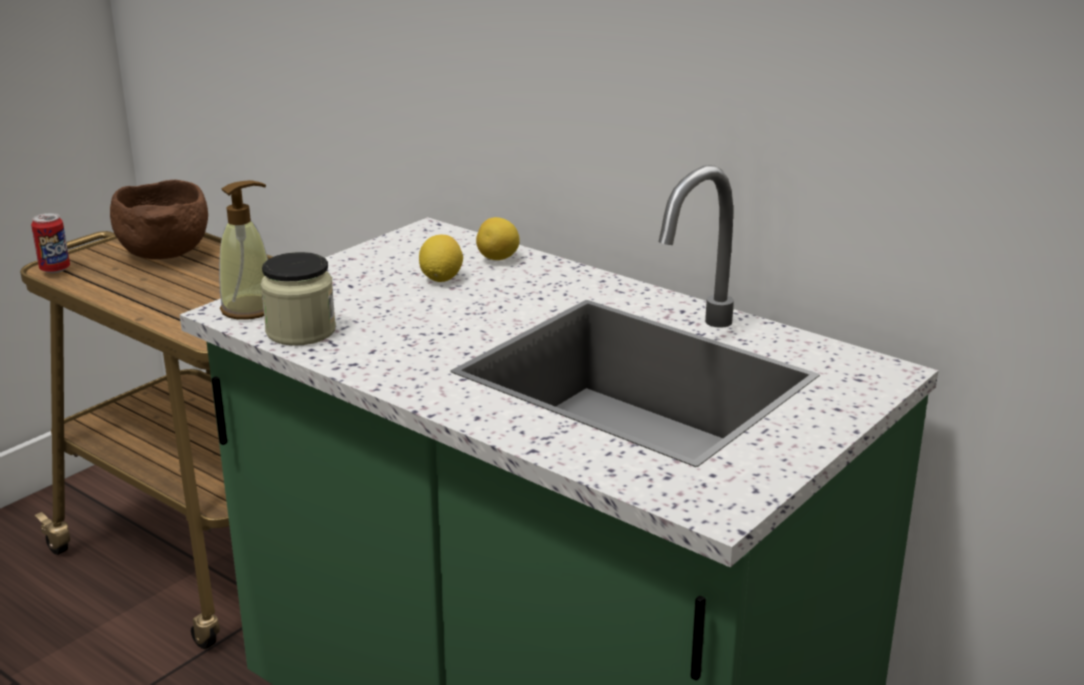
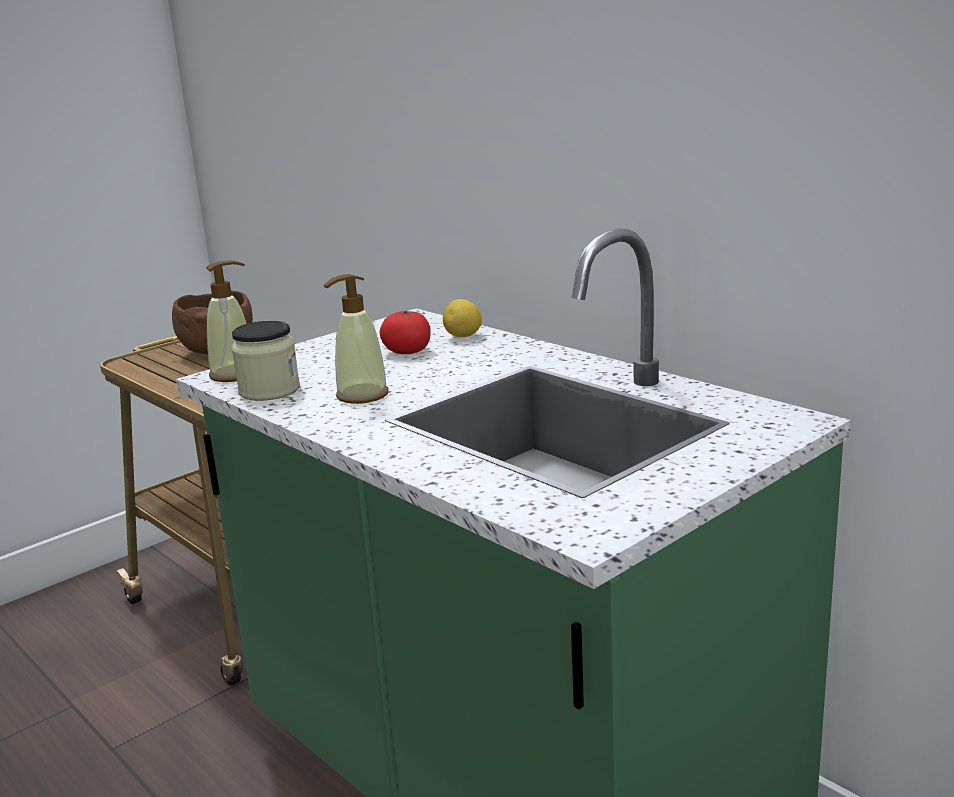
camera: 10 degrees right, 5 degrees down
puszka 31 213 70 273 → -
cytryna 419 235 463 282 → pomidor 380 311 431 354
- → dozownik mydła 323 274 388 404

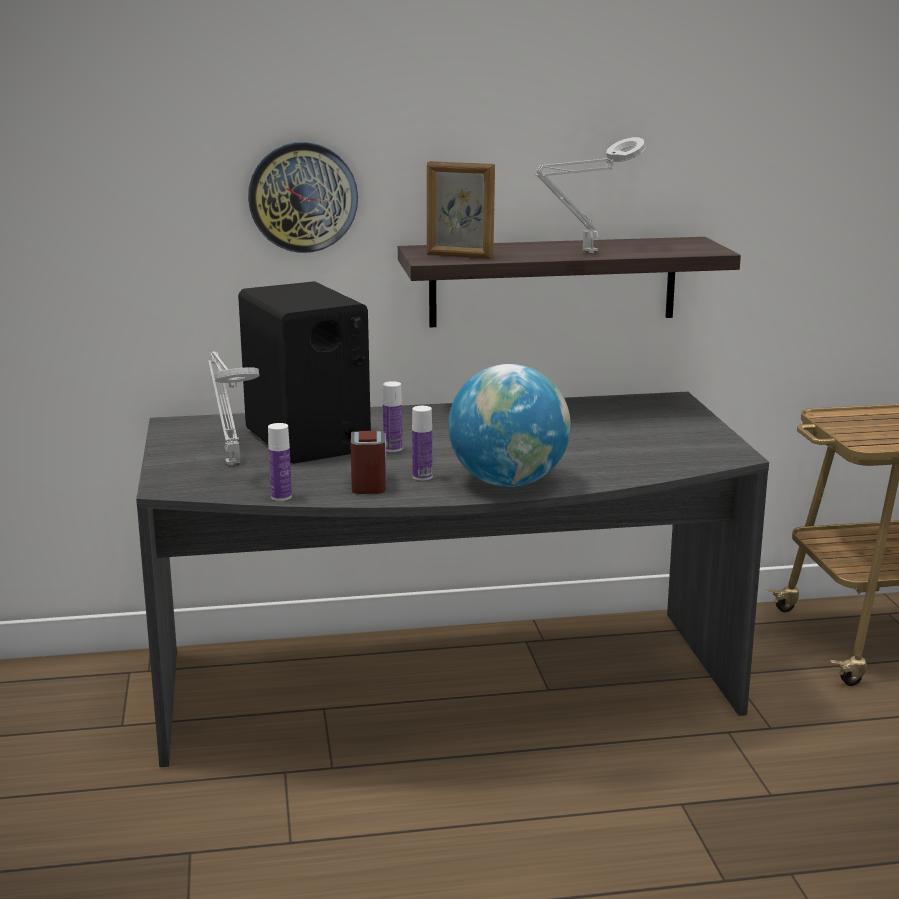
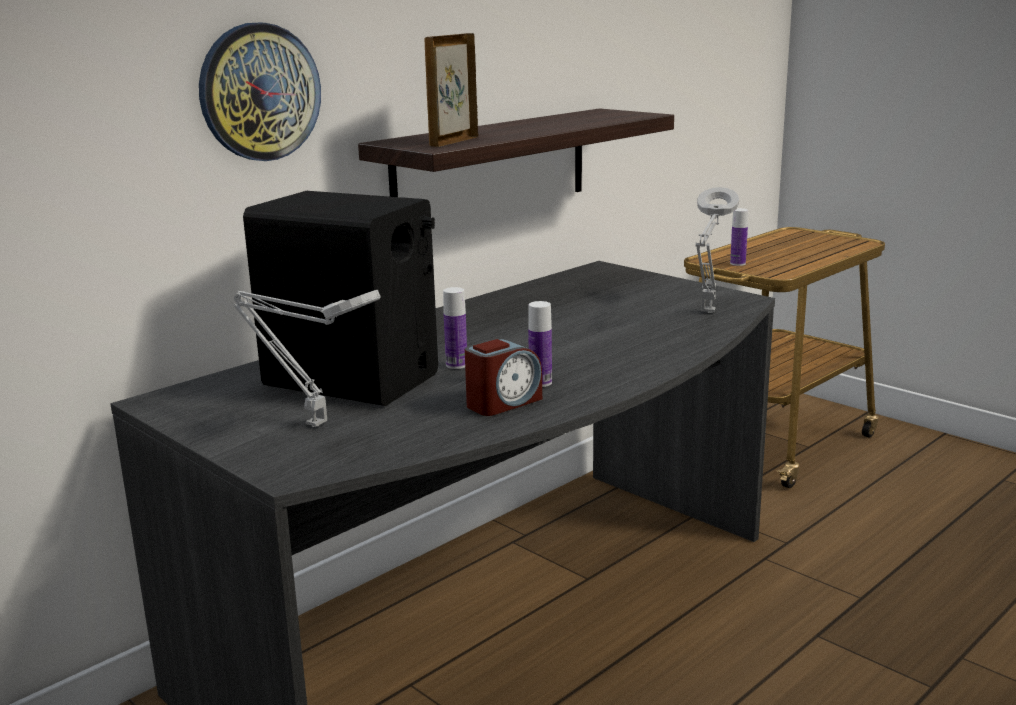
camera: 35 degrees left, 0 degrees up
butelka 268 423 292 501 → butelka 730 208 748 266, move
budzik 350 431 387 494 → budzik 465 339 542 416, 90 degrees clockwise
ramka na zdjęcie 427 161 495 258 → ramka na zdjęcie 425 33 478 147, 135 degrees clockwise
globus 448 364 571 487 → -
lampa stołowa (szary) 535 137 646 253 → lampa stołowa (szary) 695 187 739 313, move

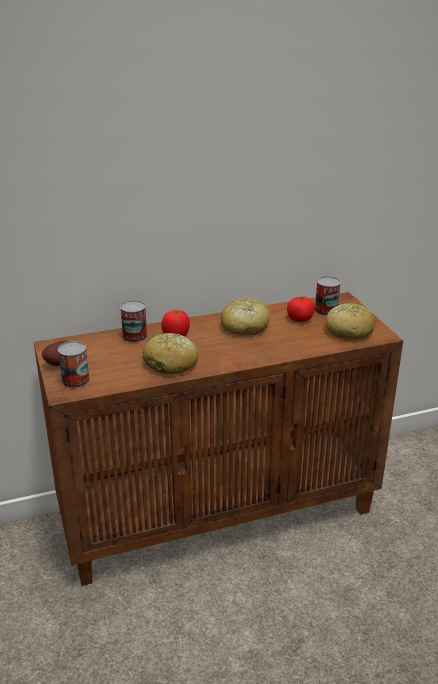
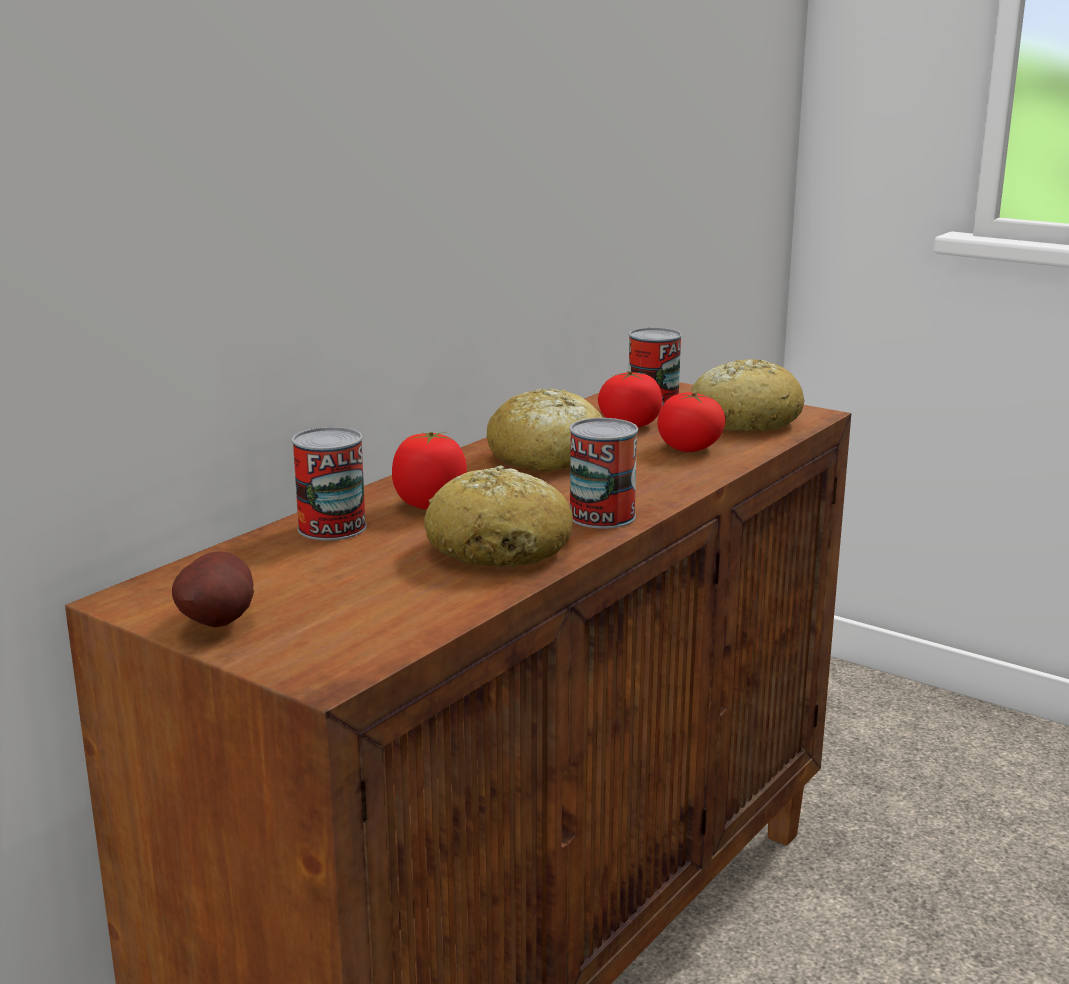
camera: 35 degrees left, 10 degrees down
puszka 58 341 90 389 → puszka 570 418 638 529, move
- → pomidor 657 392 726 452

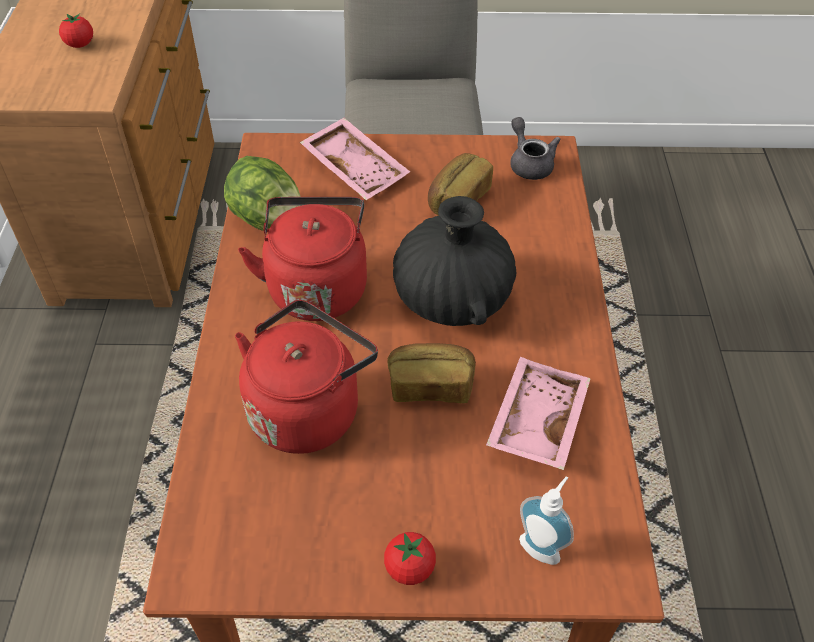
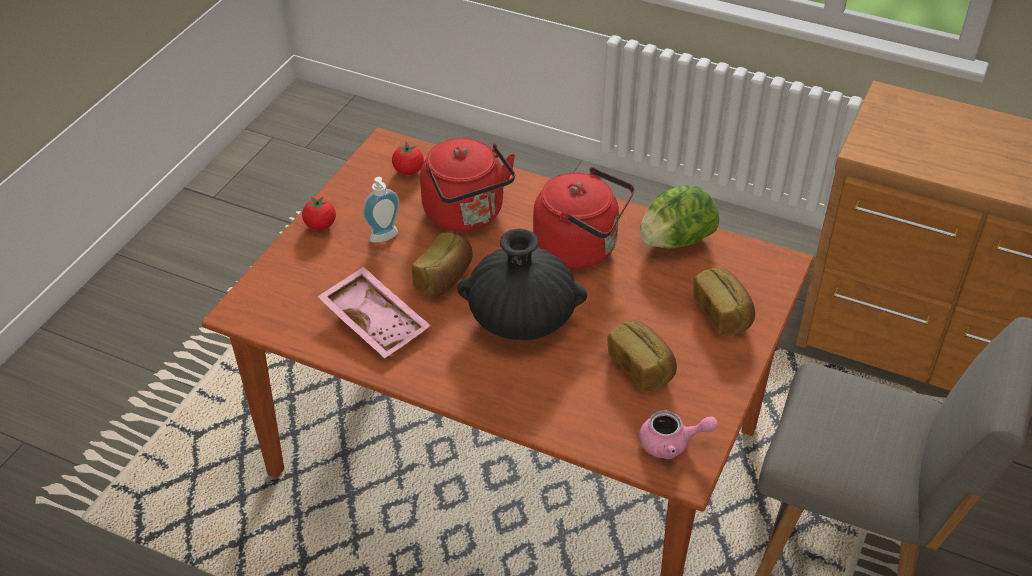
camera: 115 degrees right, 5 degrees down
pomidor 59 13 93 48 → pomidor 392 142 424 175, move
taca (różowy) 300 118 410 200 → chleb 693 268 755 336
imbryk (szary) 510 117 561 180 → imbryk (różowy) 639 411 718 459
dozownik mydła 519 476 574 565 → dozownik mydła 362 177 400 243, move

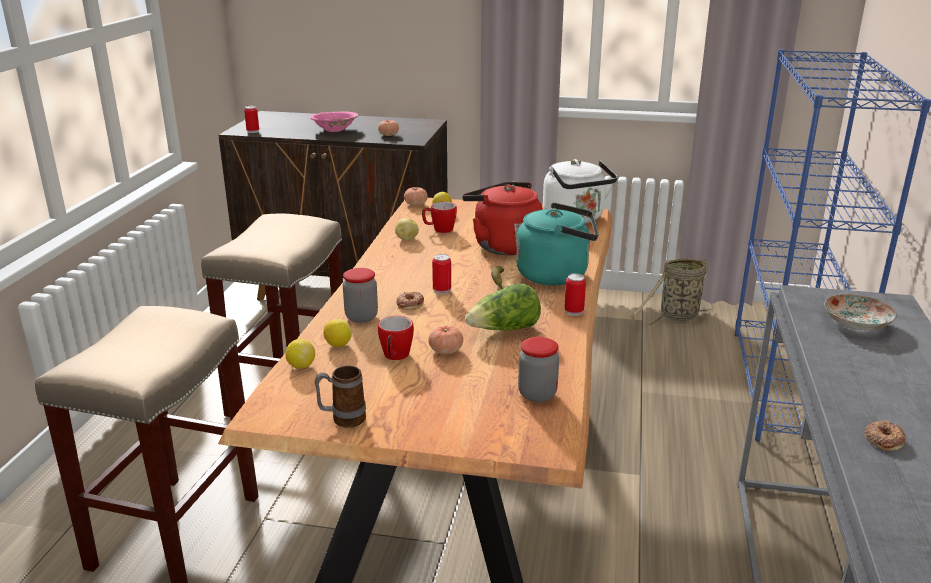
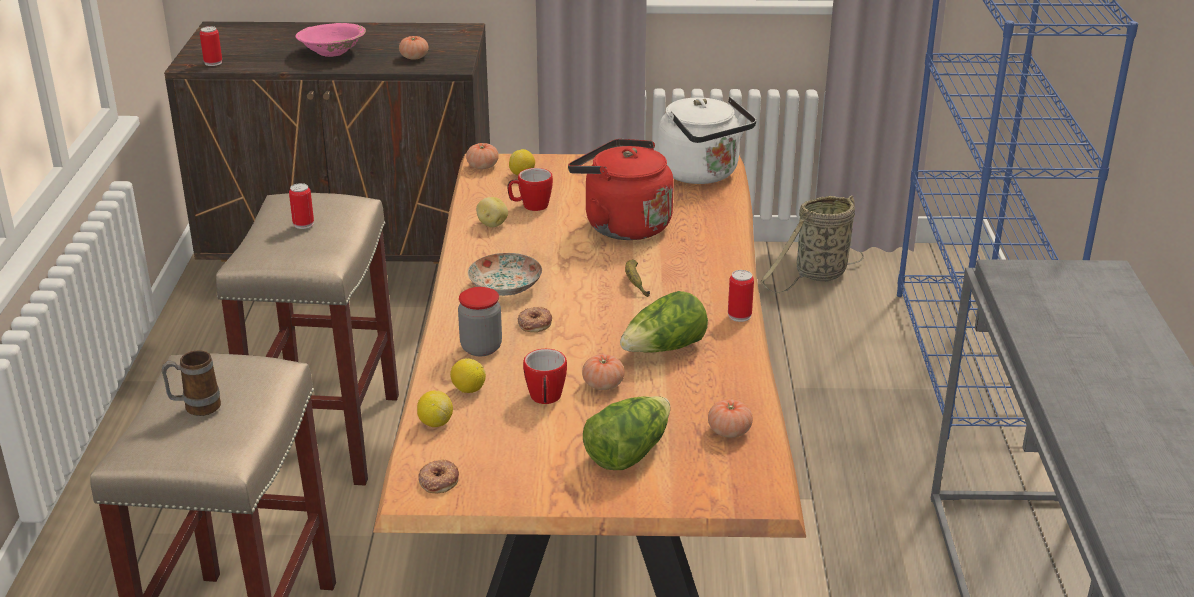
camera: 10 degrees left, 5 degrees up
kubek 315 366 366 428 → kubek 161 350 221 416, move
puszka 432 254 451 294 → puszka 289 183 314 229, move
czajnik (turkusowy) 516 203 599 285 → -
słoik 518 337 559 402 → pomidor 708 399 753 438
talerz 824 294 897 330 → talerz 468 253 542 296, move
donut 865 421 906 451 → donut 418 459 459 493, move
- → sałata 583 396 670 470

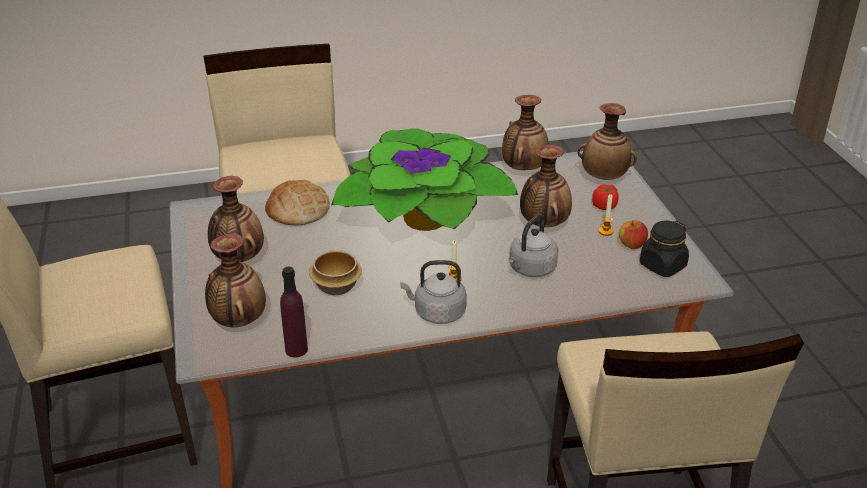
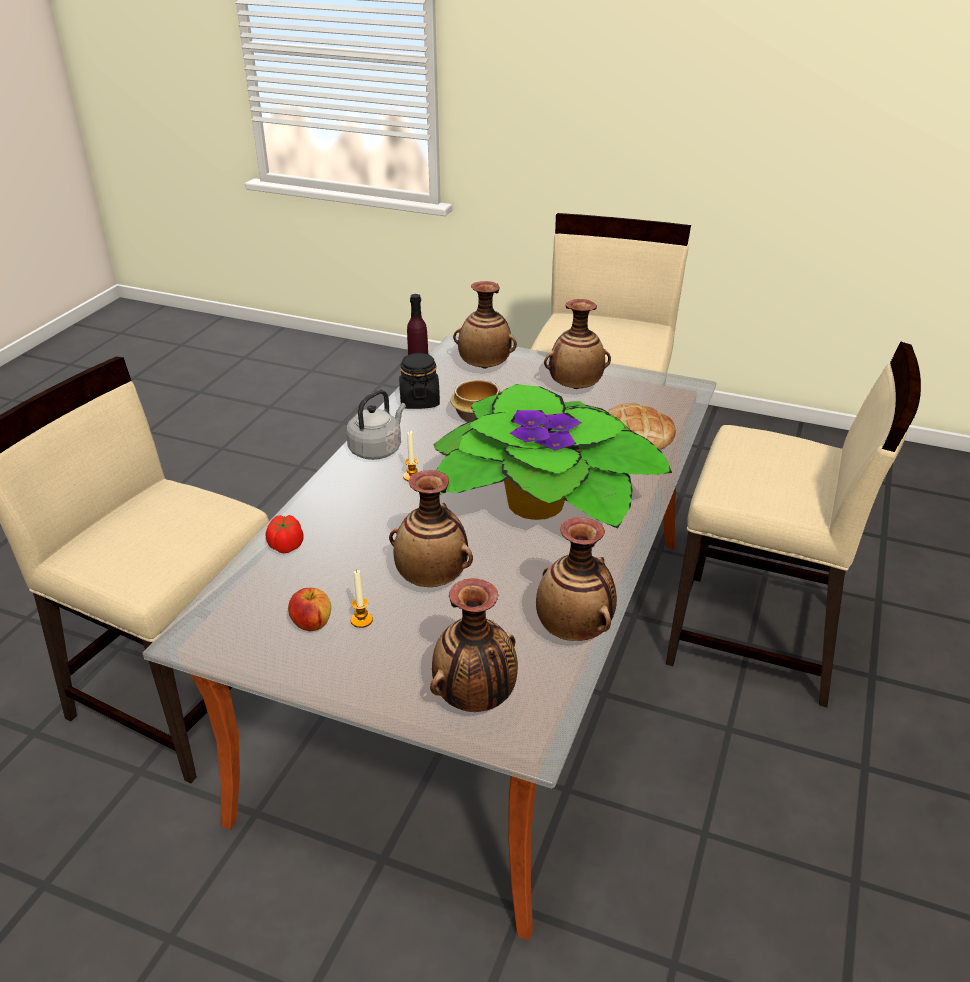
camera: 125 degrees right, 0 degrees up
czajnik (szary) 508 214 558 277 → -
pomidor 592 184 619 210 → pomidor 266 515 304 553, move
słoik (czarny) 640 221 689 277 → słoik (czarny) 399 353 440 409, move

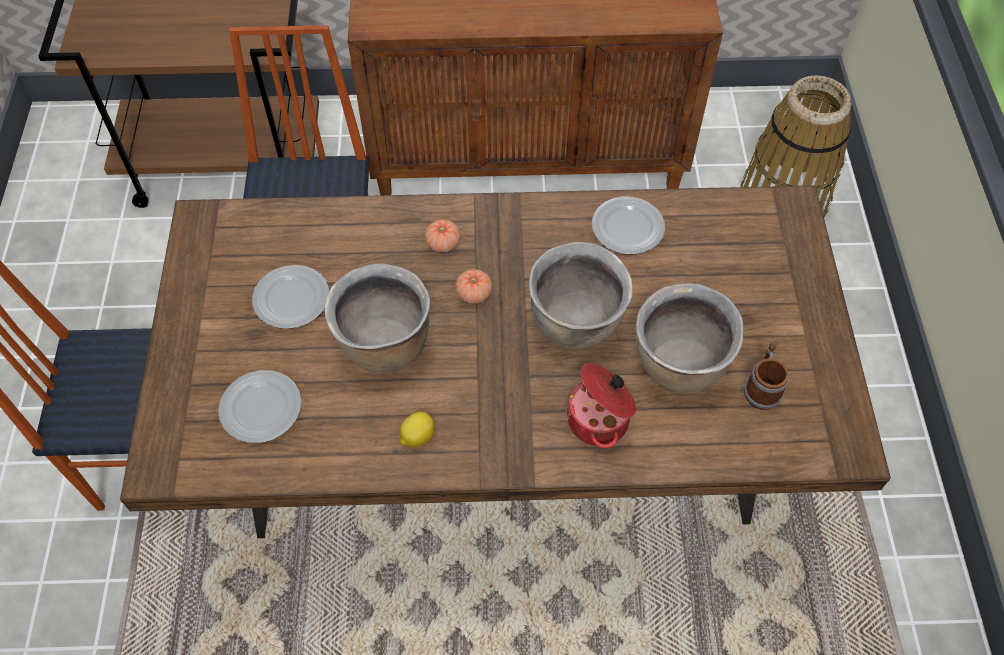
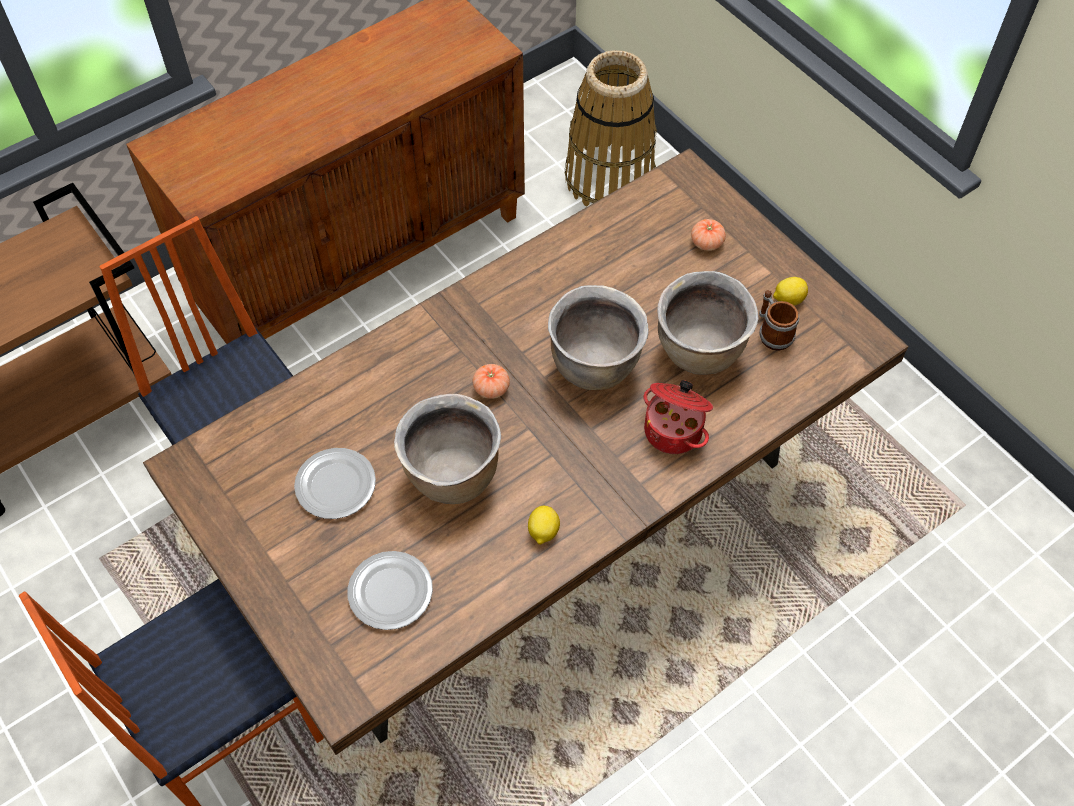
camera: 35 degrees left, 0 degrees up
pomidor 425 219 461 253 → pomidor 691 219 726 251, move
talerz 592 196 665 255 → -
- → cytryna 773 277 808 305

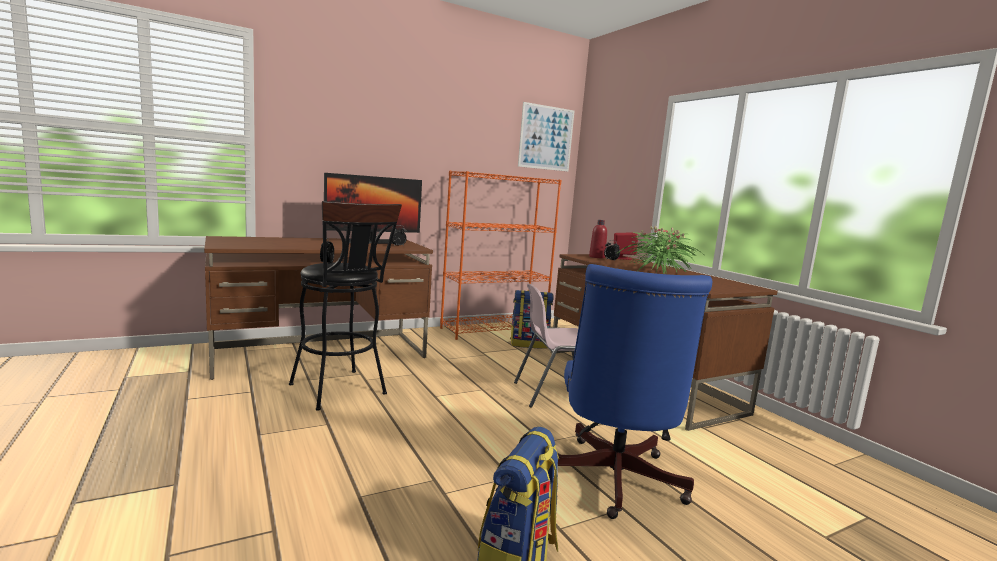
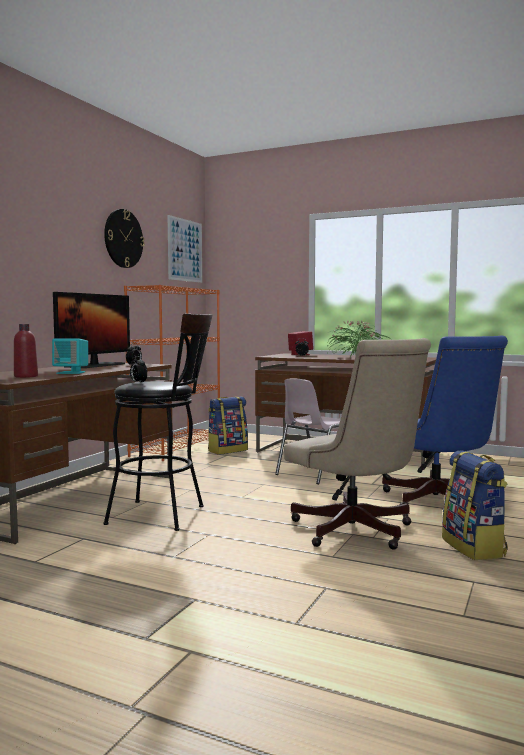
camera: 35 degrees left, 5 degrees down
butelka (czerwony) 589 220 607 258 → butelka (czerwony) 14 324 38 378, move
- → głośnik (turkusowy) 52 338 88 374
- → zegar ścienny 104 209 145 268
- → krzesło biurowe (beżowy) 284 338 431 550

